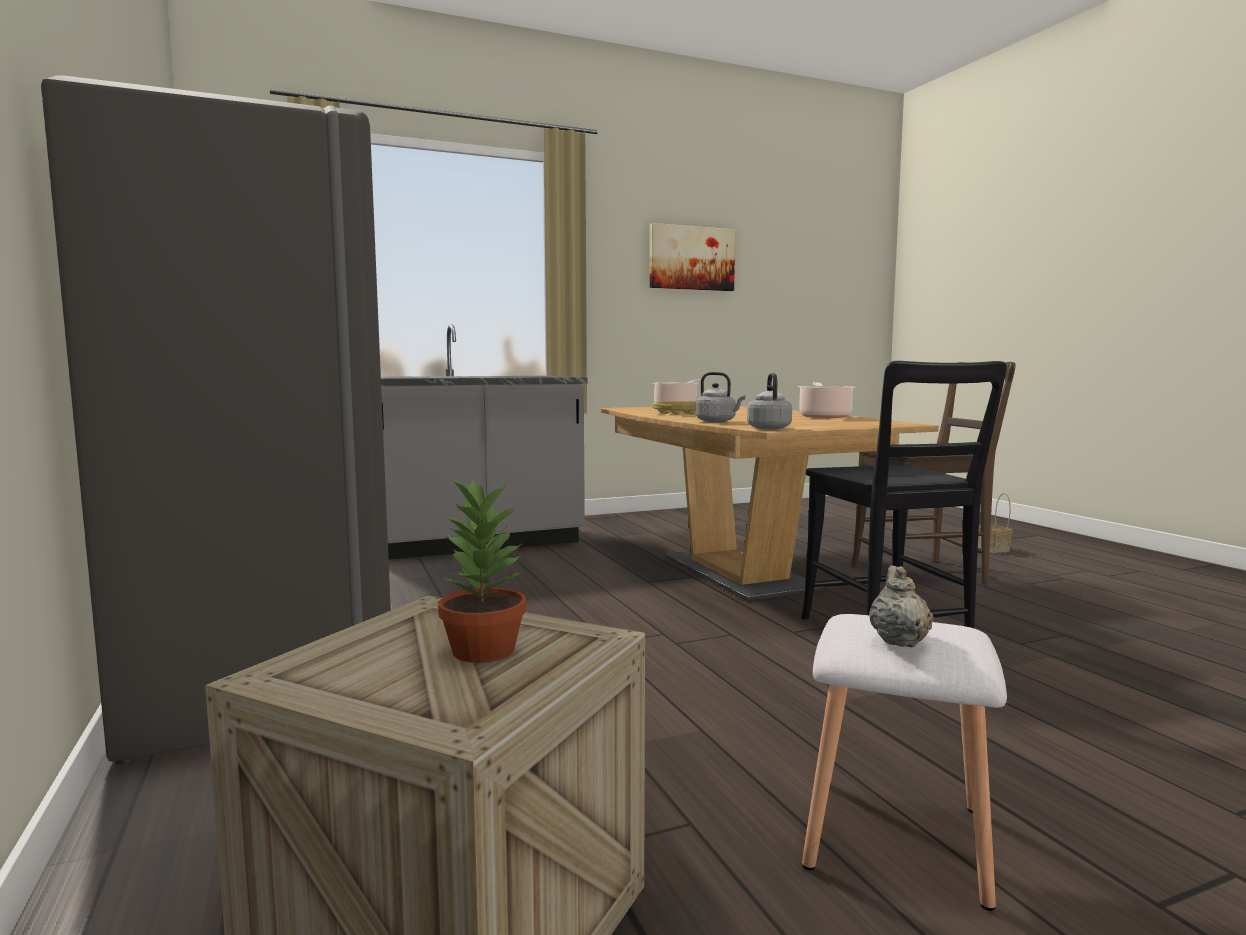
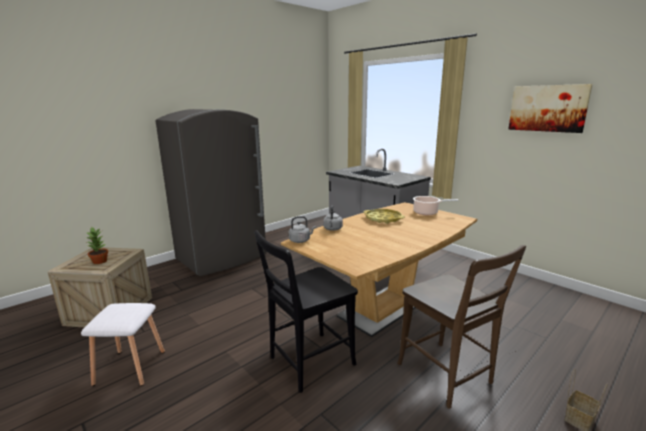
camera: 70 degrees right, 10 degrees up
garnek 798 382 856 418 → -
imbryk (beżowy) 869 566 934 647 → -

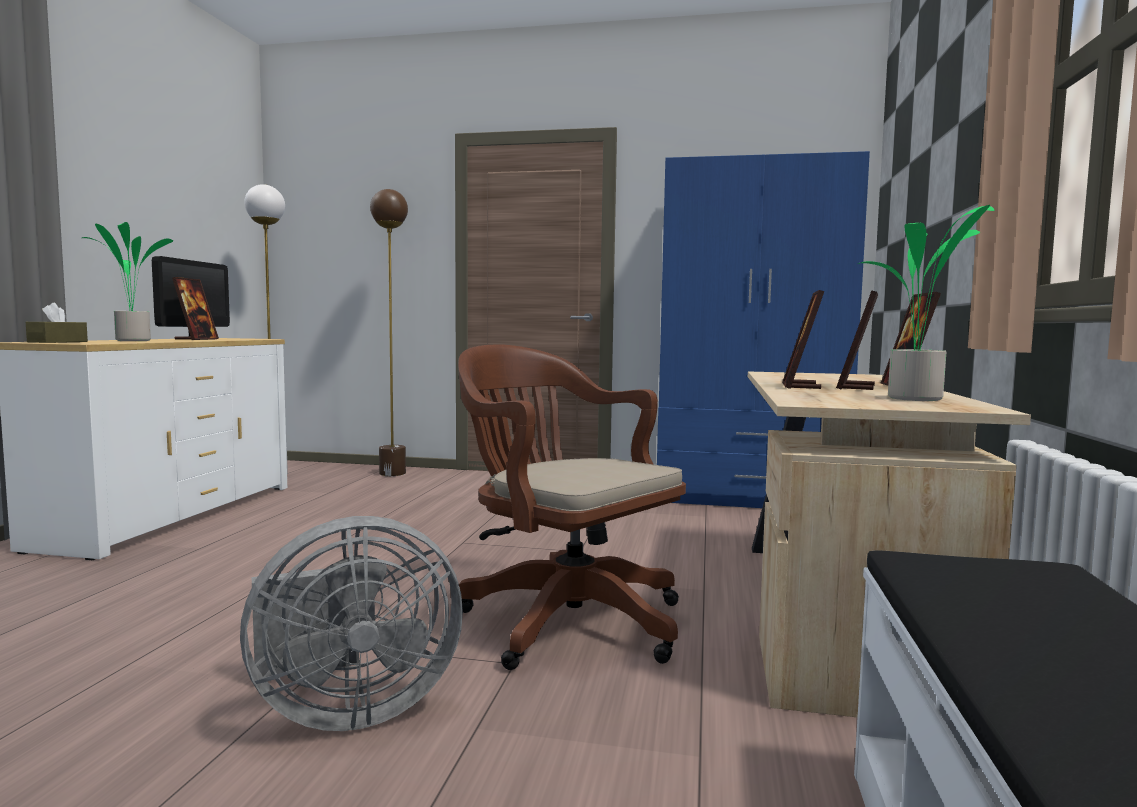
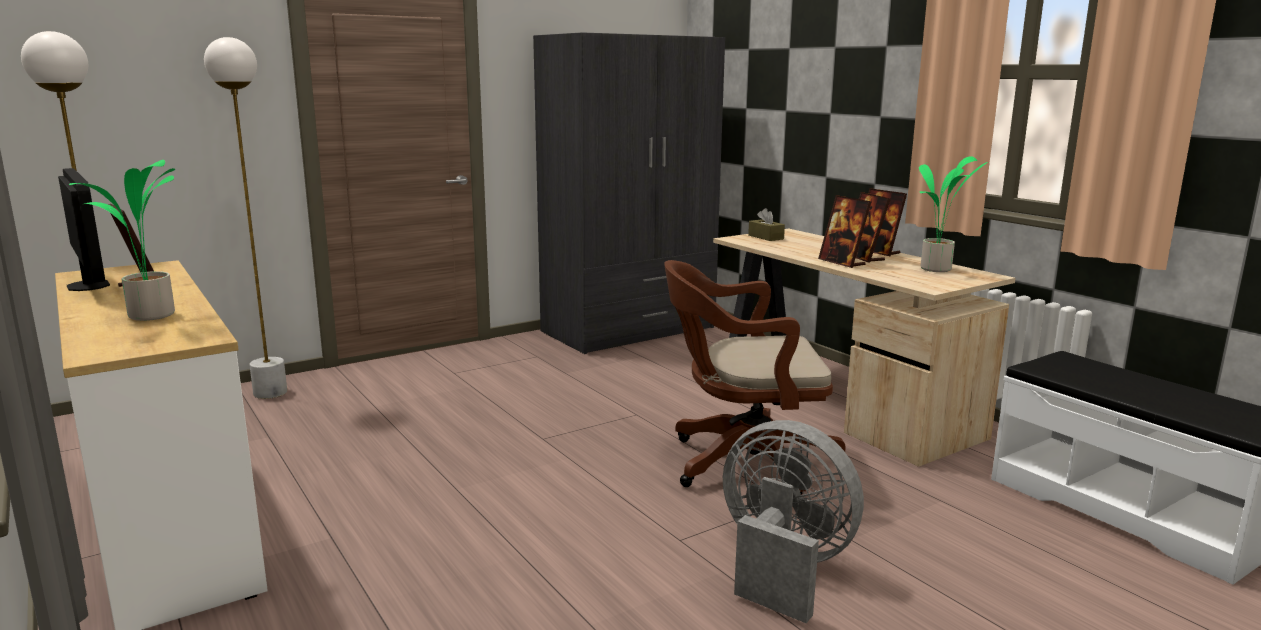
camera: 45 degrees left, 10 degrees up
pudełko chusteczek (brązowy) 26 303 88 343 → pudełko chusteczek (brązowy) 748 208 785 241, move
wentylator (szary) 240 516 463 731 → wentylator (szary) 723 420 864 623, 75 degrees counterclockwise
lampa stojąca (brązowy) 370 189 408 476 → lampa stojąca (biały) 204 37 287 399
szafa (niebieski) 657 151 870 508 → szafa (szary) 533 33 725 354

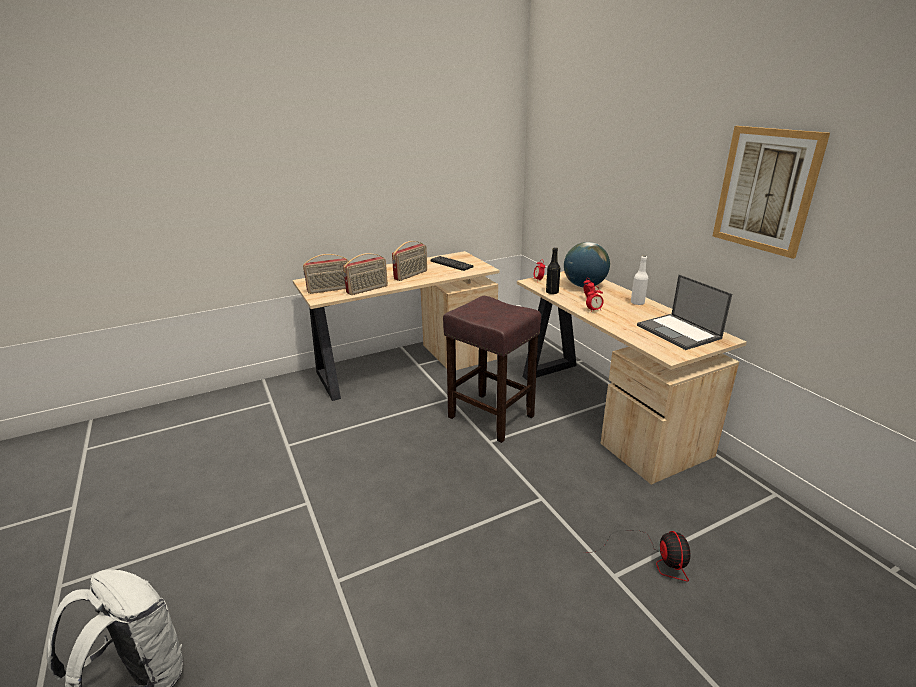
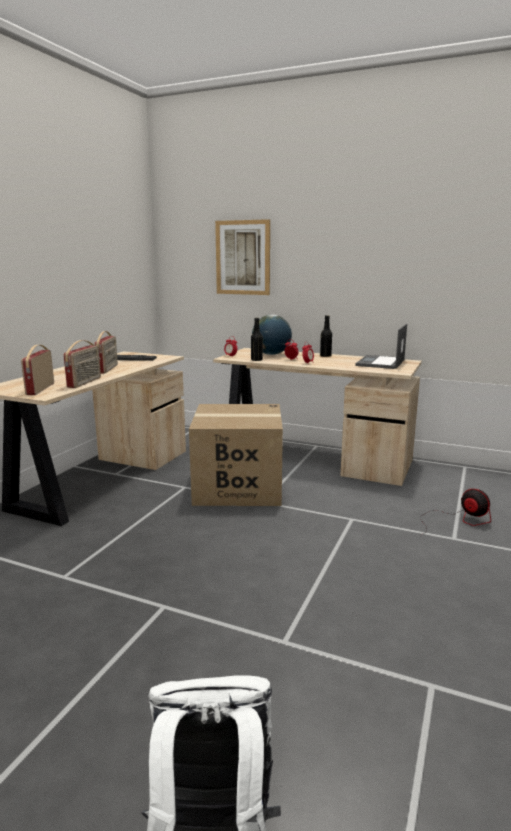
camera: 40 degrees left, 10 degrees down
radio 303 254 349 294 → radio 21 345 54 395, 150 degrees clockwise
stołek (brązowy) 443 296 541 443 → karton 189 404 283 506
butelka (biały) 631 256 648 305 → butelka (czarny) 320 315 332 357
laptop 637 274 732 350 → laptop 355 324 407 369, 90 degrees clockwise
obraz 713 126 830 259 → obraz 215 219 270 295, move

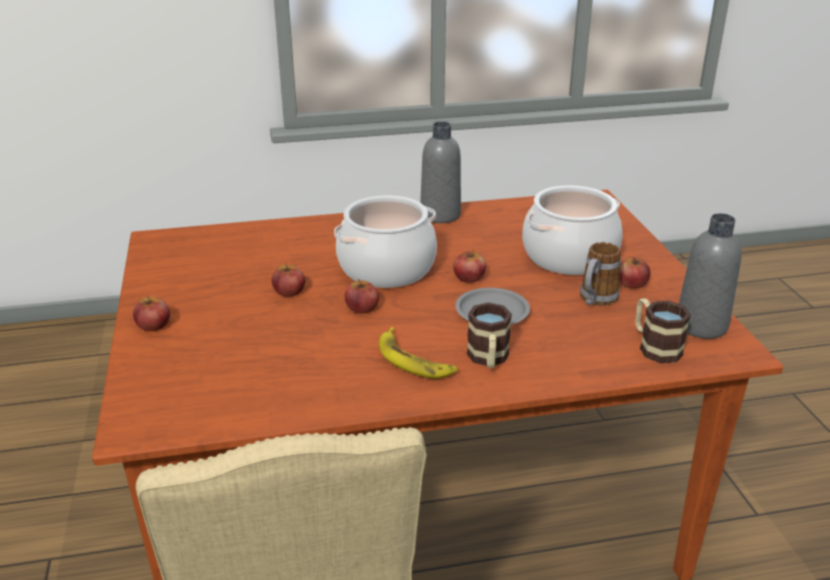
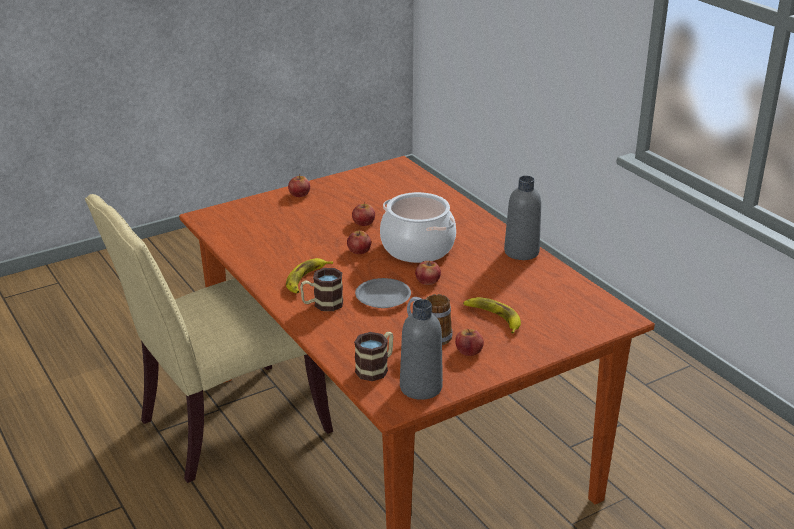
camera: 70 degrees right, 0 degrees up
garnek 522 185 623 275 → banan 463 297 521 333

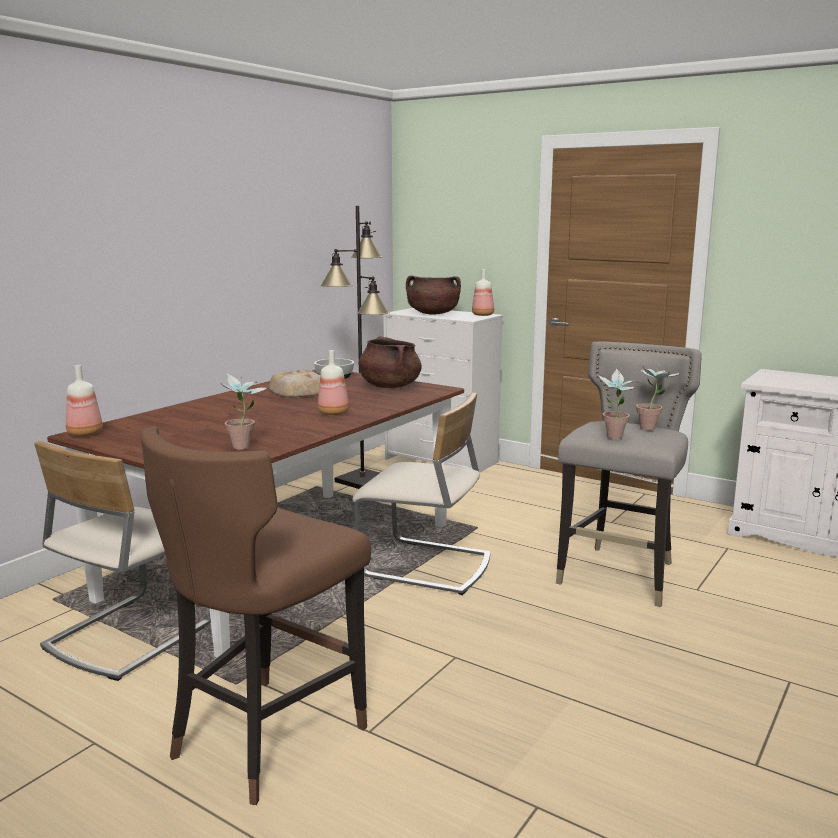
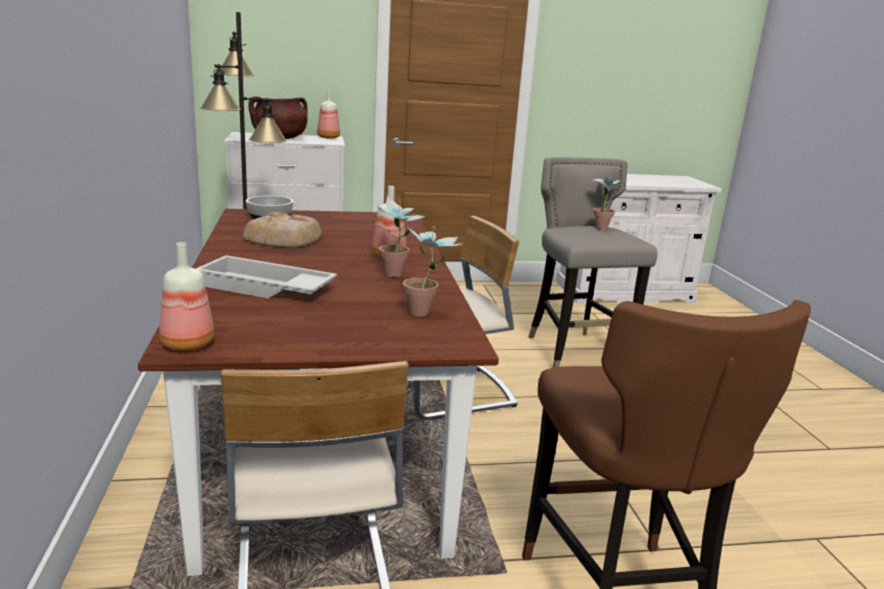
camera: 45 degrees left, 5 degrees up
garnek (brązowy) 358 336 422 388 → -
roślina doniczkowa 598 369 640 439 → roślina doniczkowa 377 196 426 277, move
- → taca (biały) 196 255 337 298

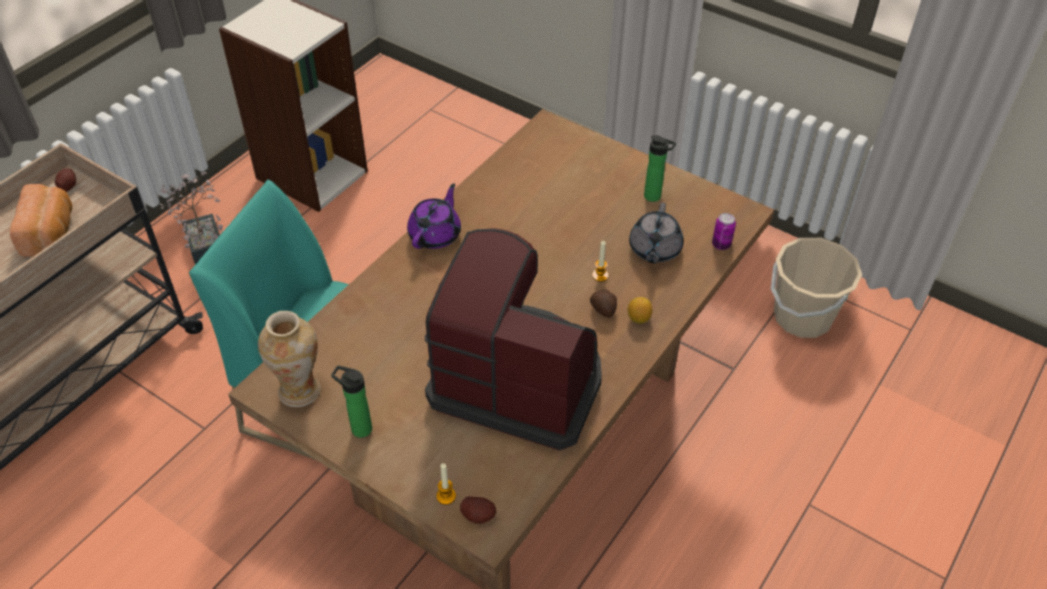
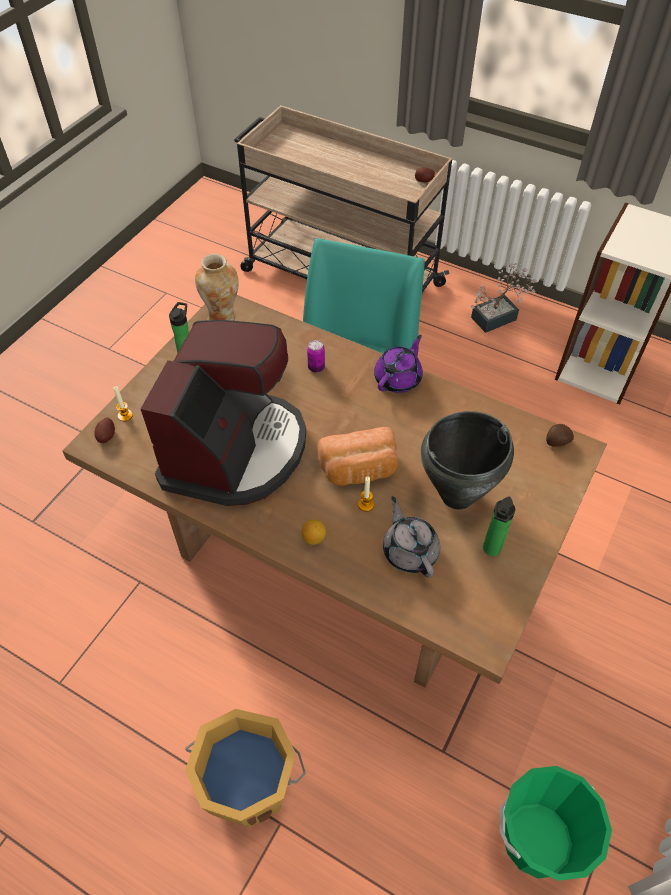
camera: 85 degrees right, 5 degrees up
chleb 10 184 72 257 → chleb 317 427 398 486, move
imbryk (fioletowy) 407 184 461 249 → imbryk (fioletowy) 374 335 423 393, 75 degrees counterclockwise
ziemniak 590 290 617 317 → ziemniak 546 424 574 447, move
imbryk (szary) 629 203 684 263 → imbryk (szary) 383 496 440 578, 60 degrees clockwise
puszka 712 213 736 250 → puszka 307 340 325 373, move
wiadro (beżowy) 771 238 862 338 → wiadro (zielony) 500 766 612 881
- → wiadro (pomarańczowy) 185 709 306 828
- → garnek (czarny) 421 411 514 509

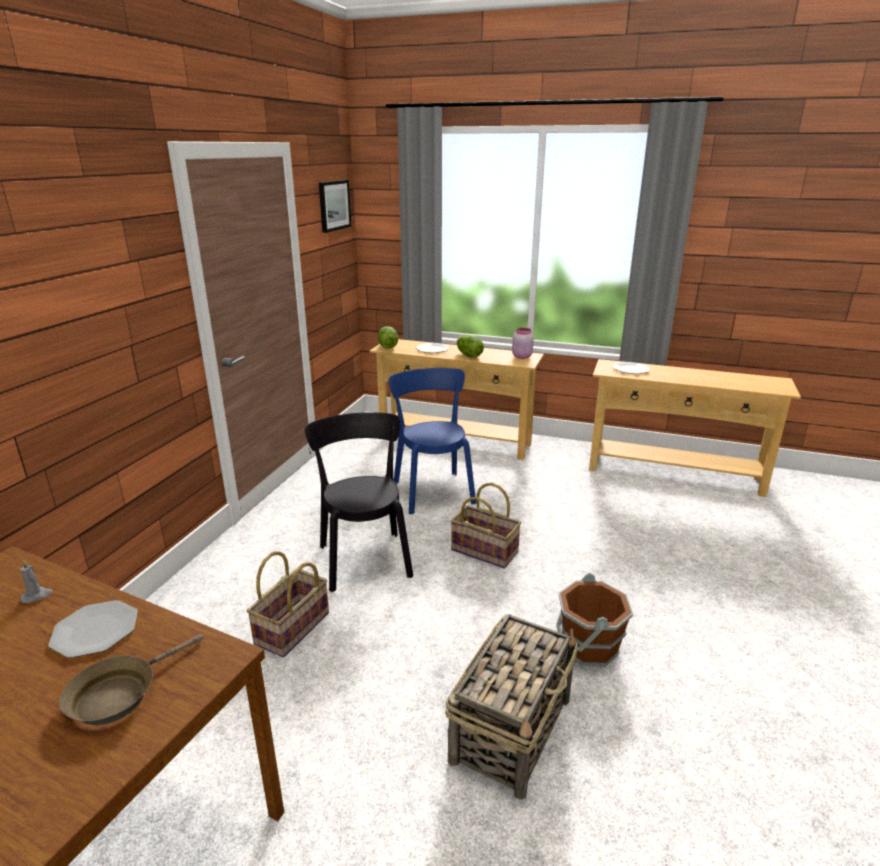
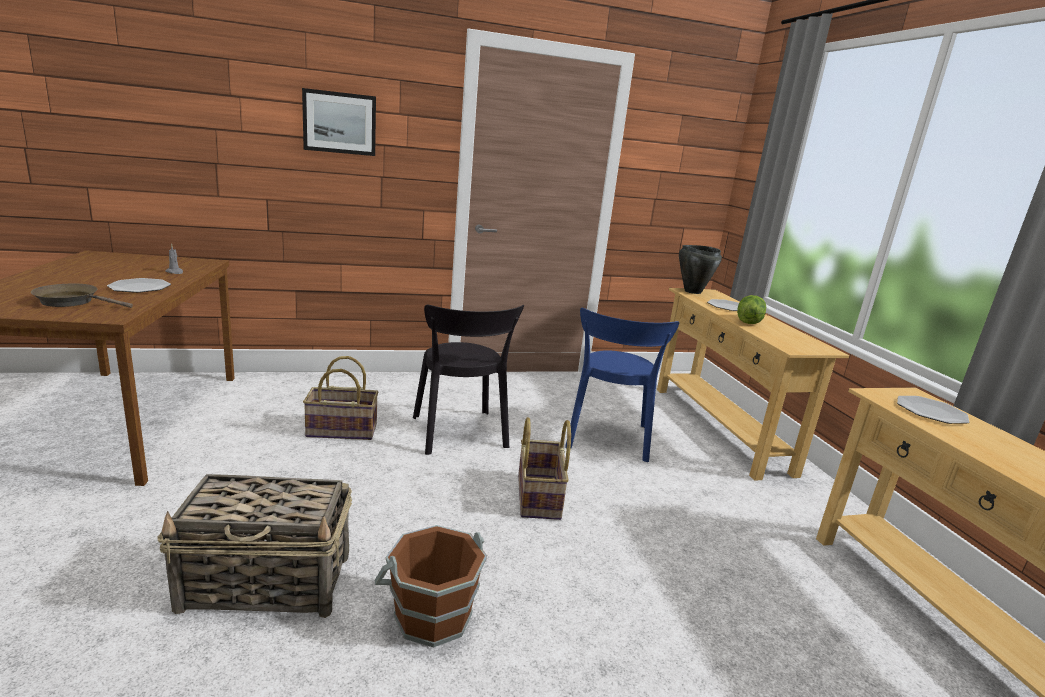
camera: 55 degrees right, 5 degrees down
krzesło (czarny) 305 412 413 592 → krzesło (czarny) 413 305 524 455, 120 degrees clockwise
obraz 319 180 351 233 → obraz 302 88 376 156, move
sałata 378 326 398 349 → garnek (czarny) 679 245 722 294
krzesło (niebieski) 388 368 476 514 → krzesło (niebieski) 565 308 679 462, 150 degrees clockwise
słoik (różowy) 512 328 534 359 → -

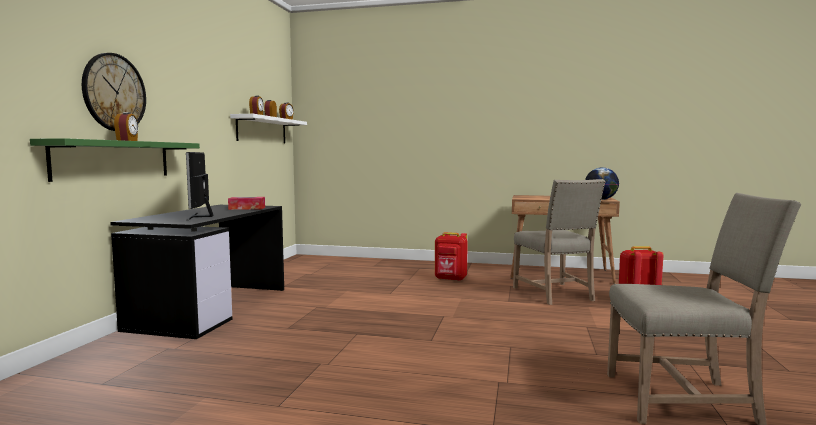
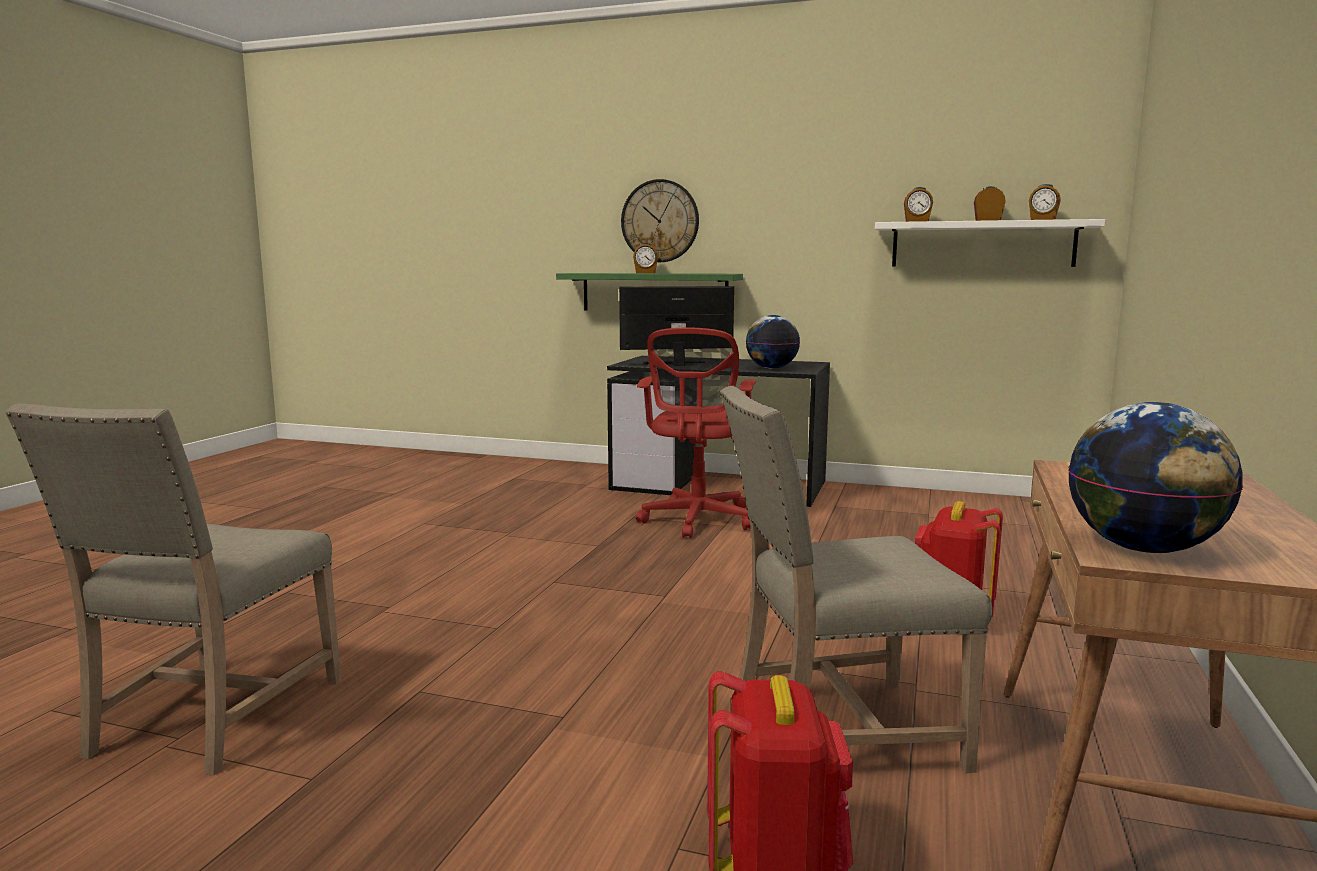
camera: 95 degrees right, 5 degrees up
pudełko chusteczek 228 197 265 210 → globus 746 315 800 369
- → krzesło biurowe (czerwony) 636 327 756 538

